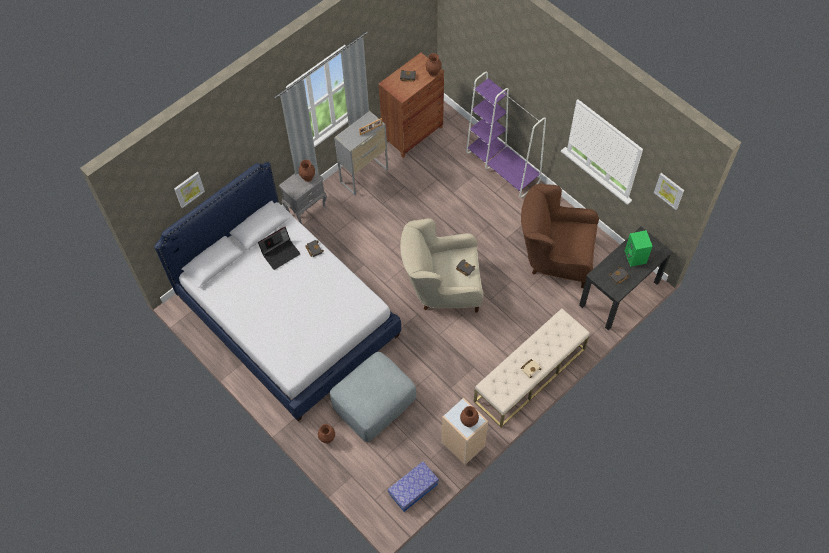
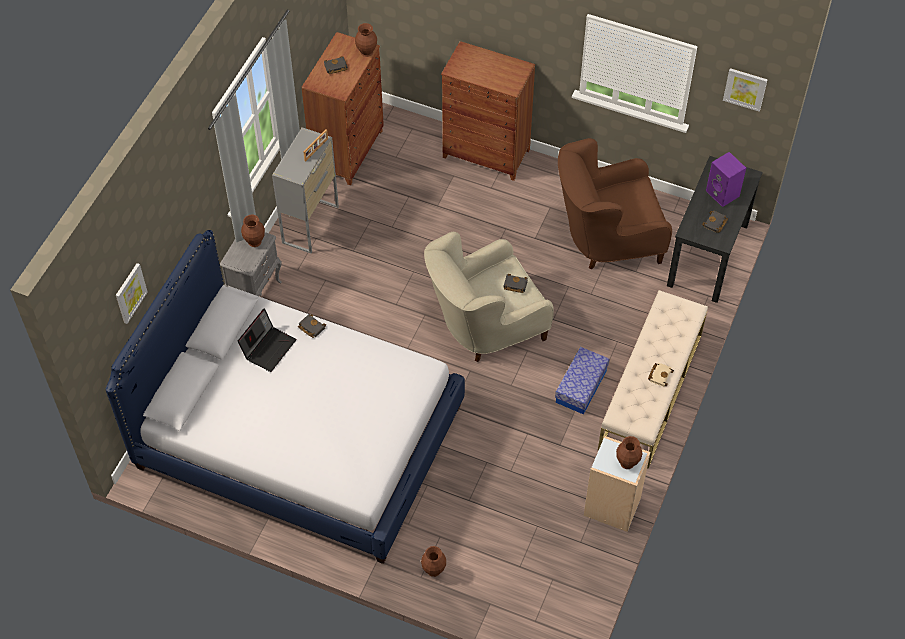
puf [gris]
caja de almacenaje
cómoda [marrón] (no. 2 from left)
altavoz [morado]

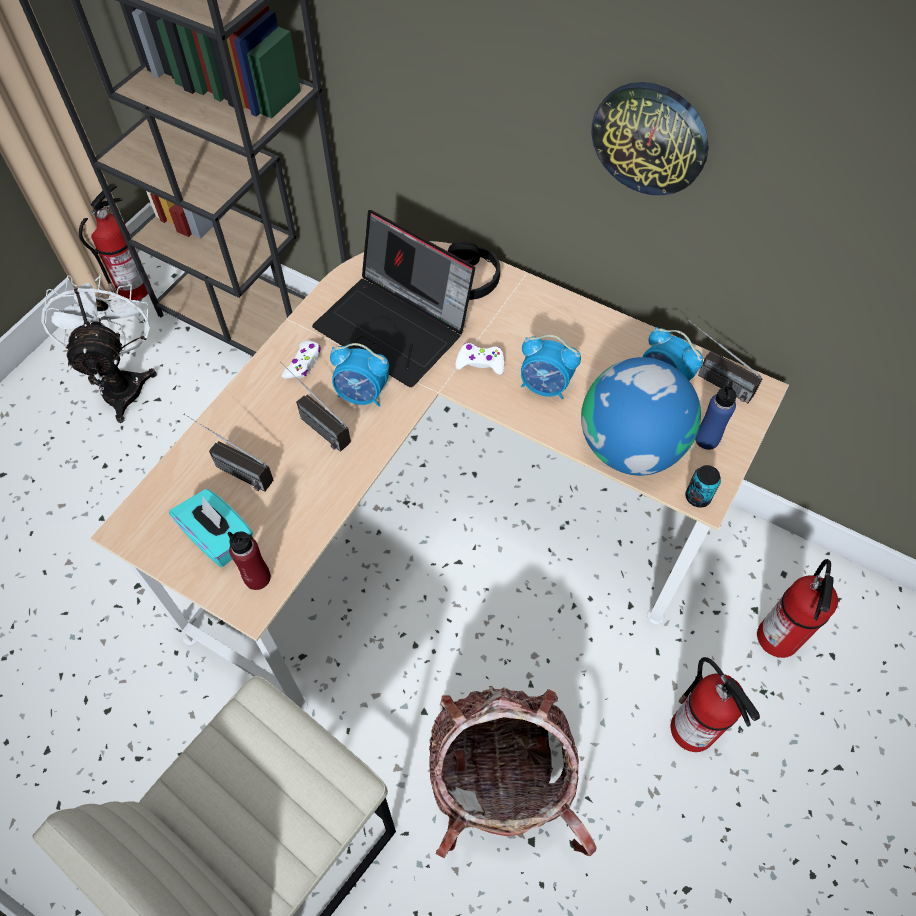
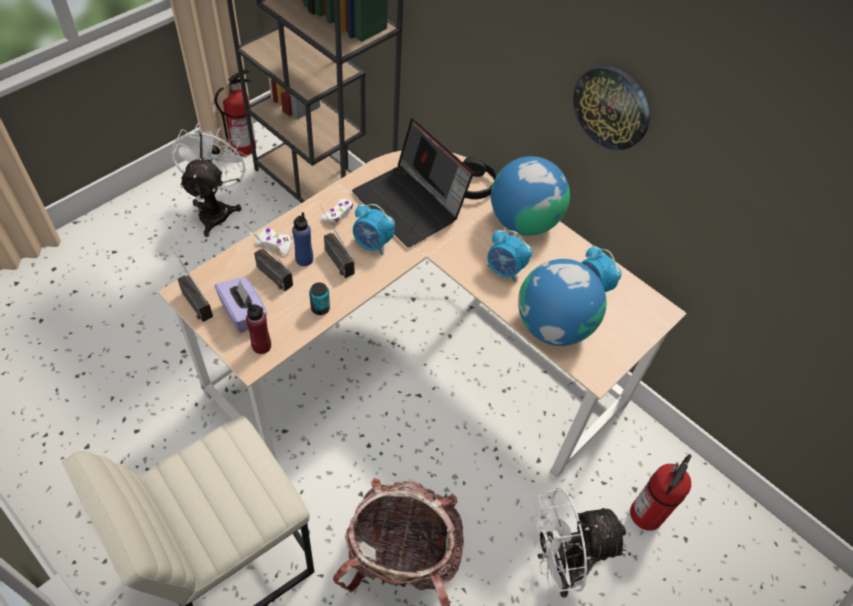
globo terráqueo (no. 1 from left)
mando de consola [blanco] (no. 1 from left)
lata
radio (no. 1 from left)
botella [azul]
ventilador [blanco] (no. 2 from left)
caja de pañuelos [morado]

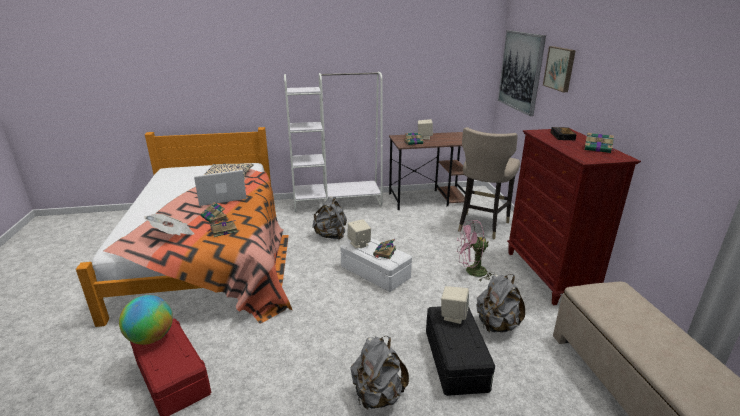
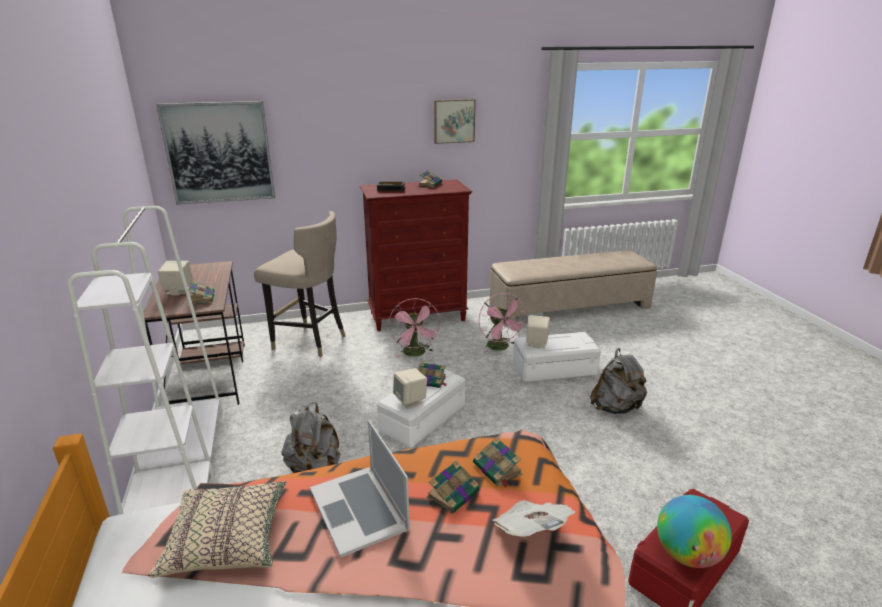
cuadro (no. 2 from left)
ventilador [rosa] (no. 2 from left)
caja de almacenaje [blanco] (no. 2 from left)

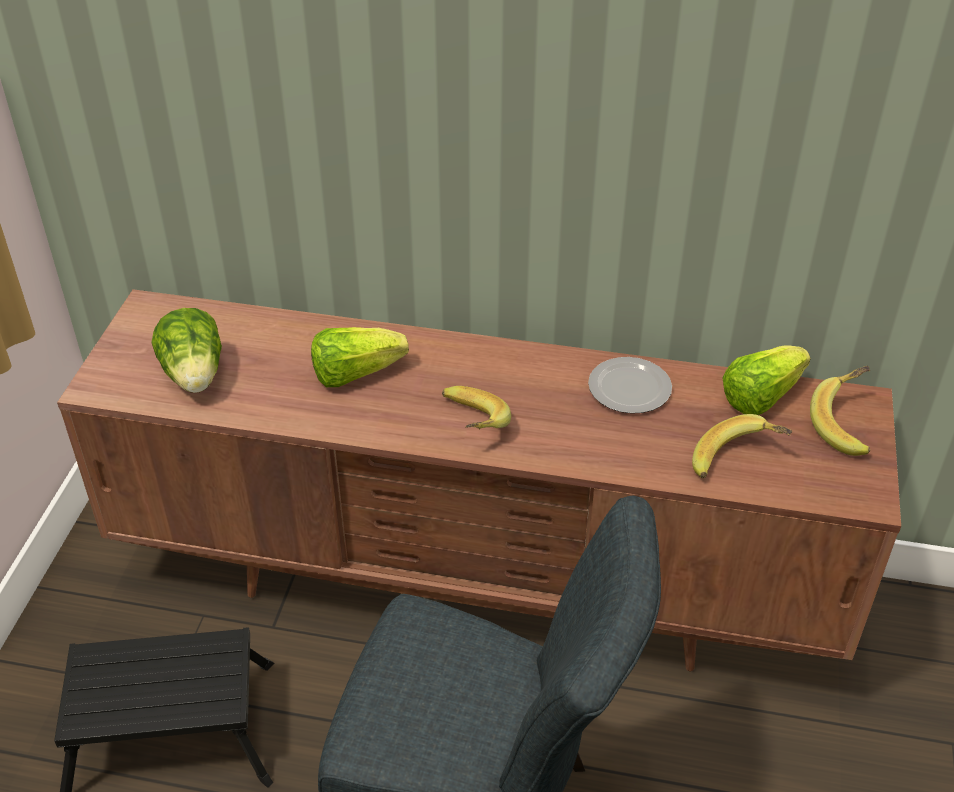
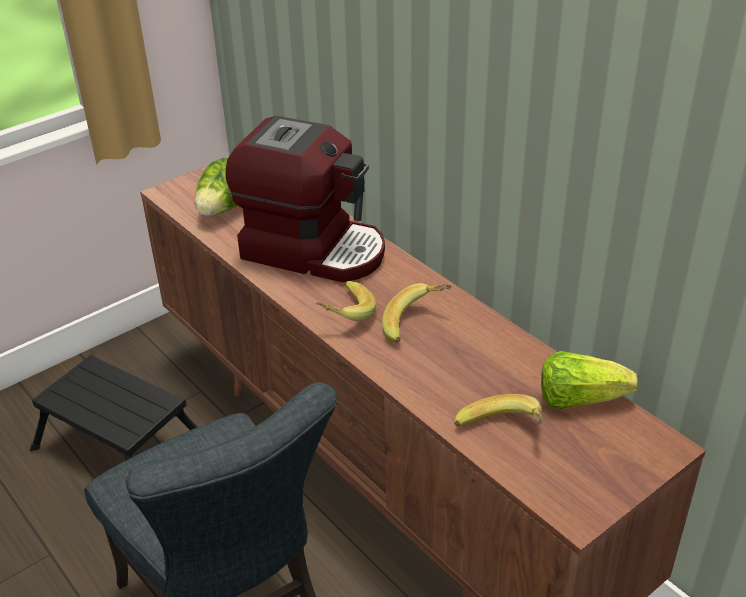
plato
plátano (no. 2 from left)
cafetera

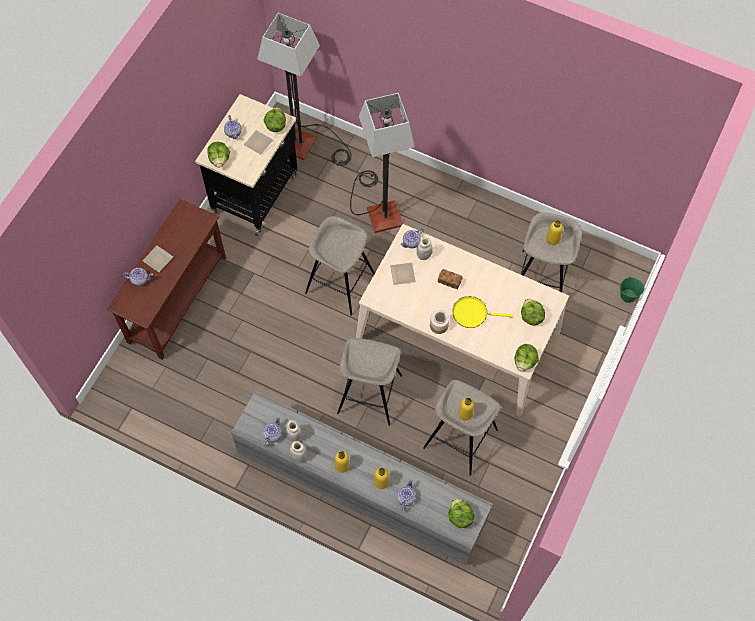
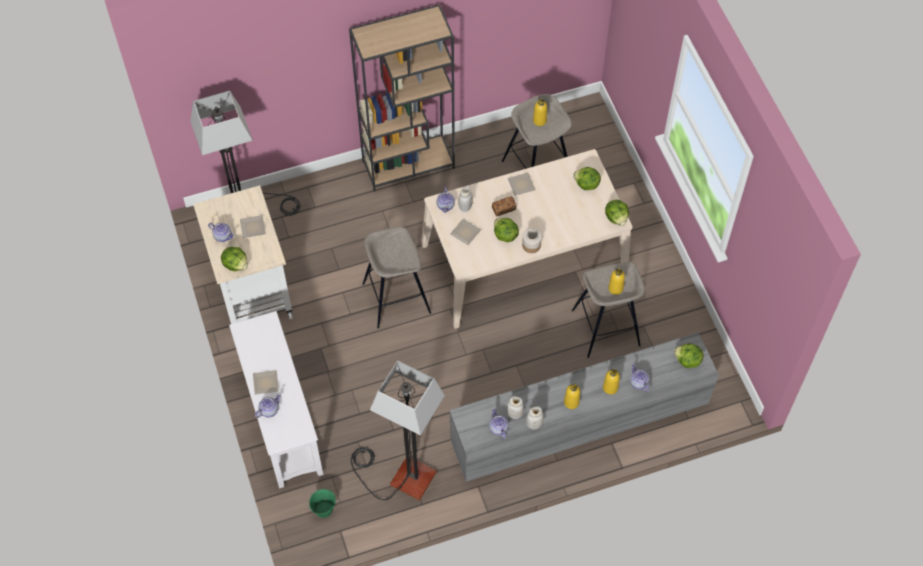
taburete [gris] (no. 2 from left in the first image)
sartén [amarillo]
estantería
plato (no. 4 from left)
lechuga (no. 2 from left)
lámpara de pie (no. 2 from left)
cubo [verde]
mesa consola [blanco]
carrito [blanco]

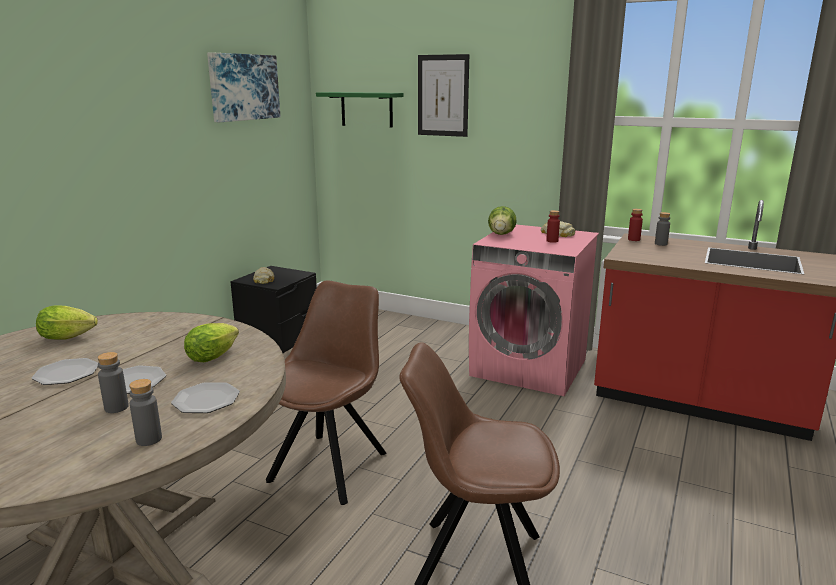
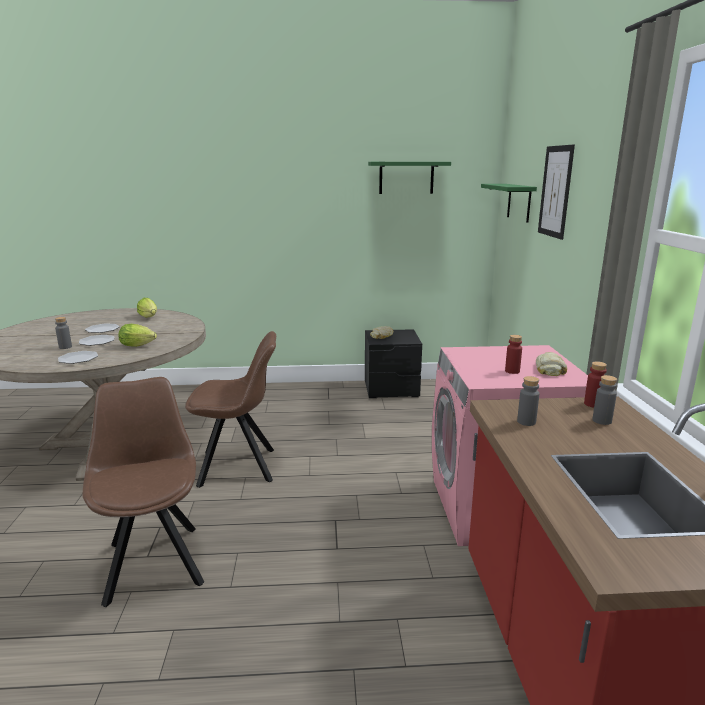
lechuga (no. 3 from left in the first image)
botella [gris] (no. 2 from left)
estante [verde] (no. 1 from left)

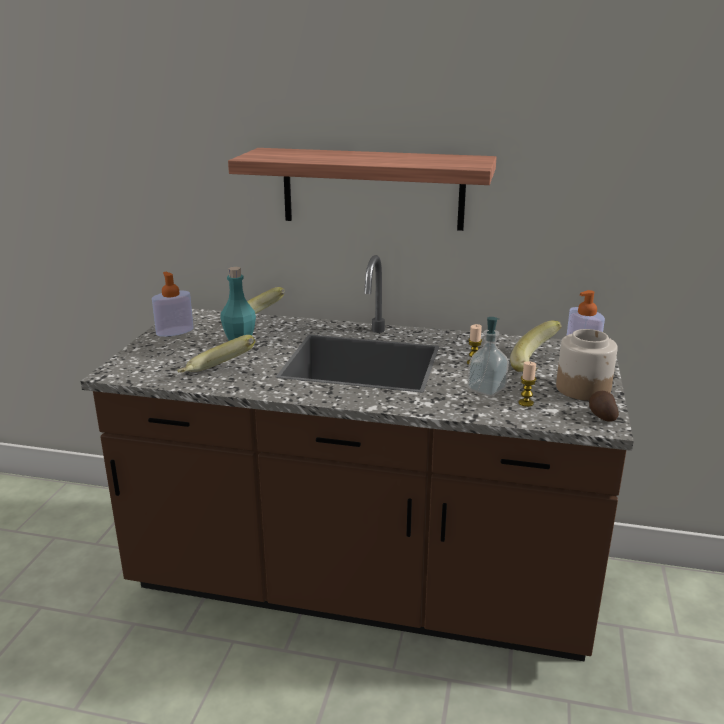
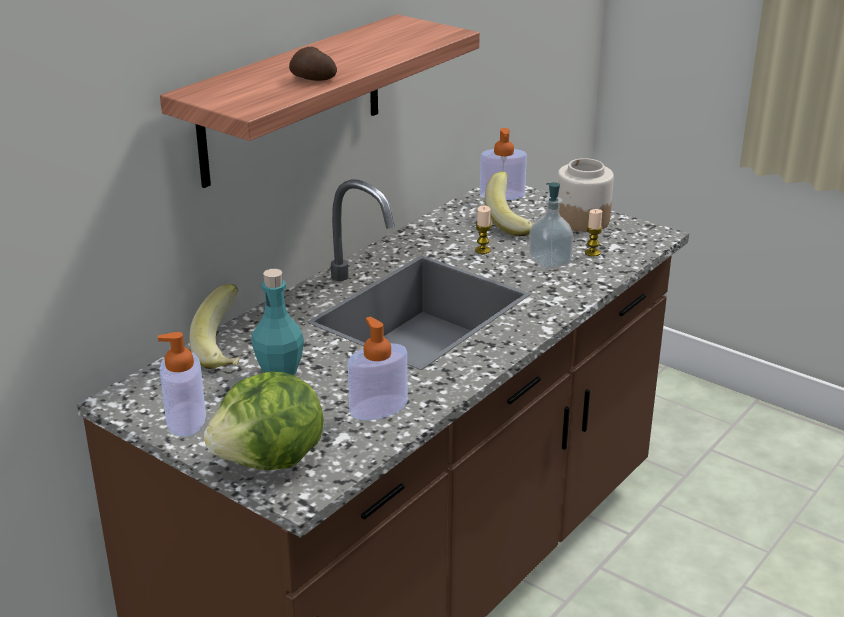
lechuga
patata
dispensador de jabón (no. 2 from left)

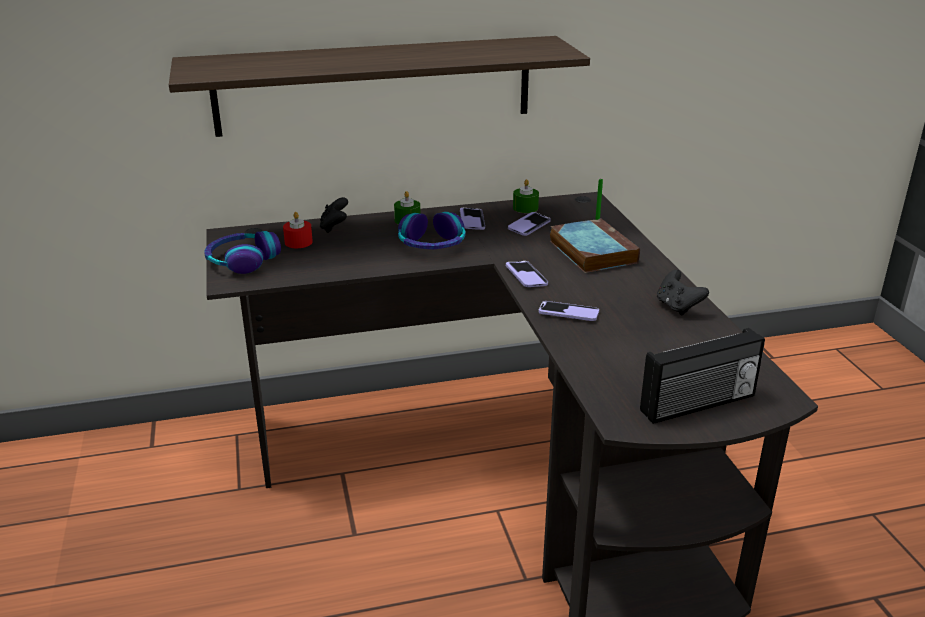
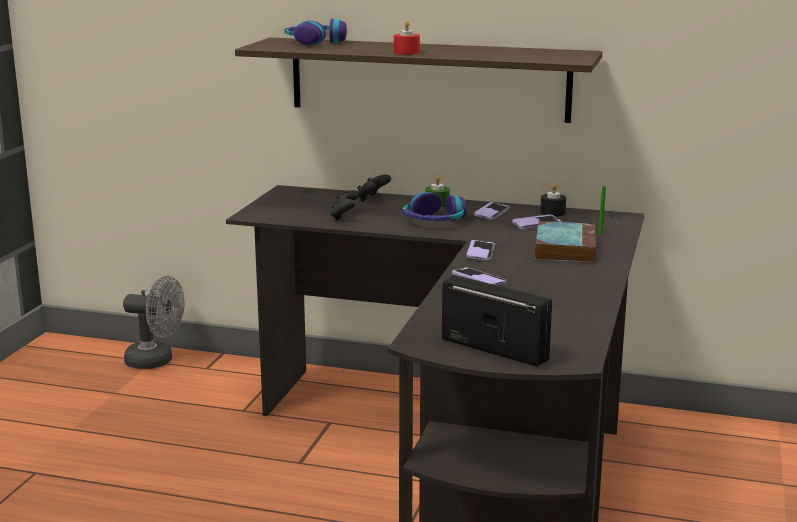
ventilador [gris]
auriculares (no. 1 from left)
vela [rojo]
mando de consola [negro] (no. 1 from left)
vela [negro]
radio

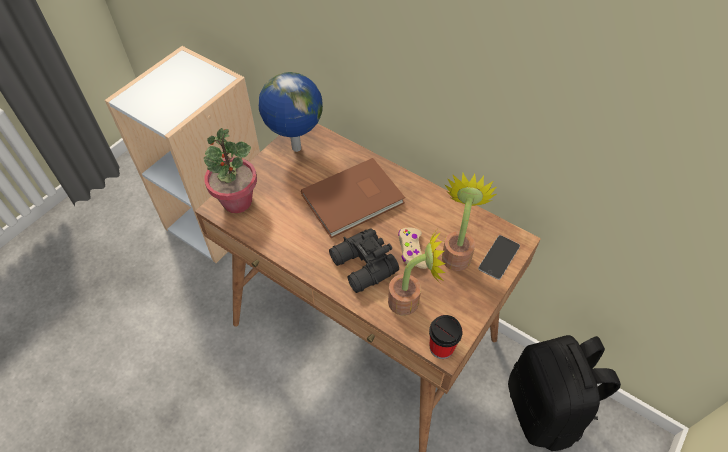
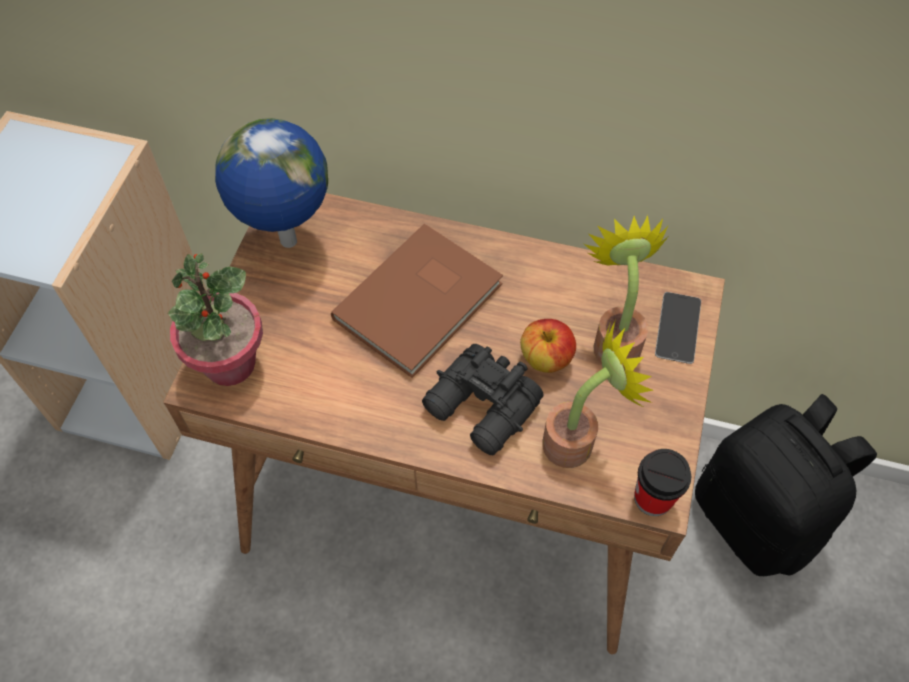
manzana

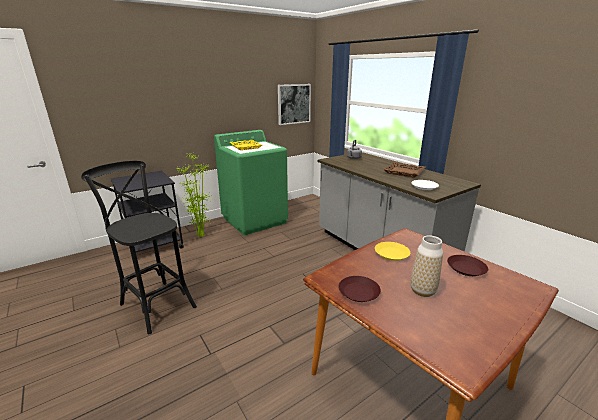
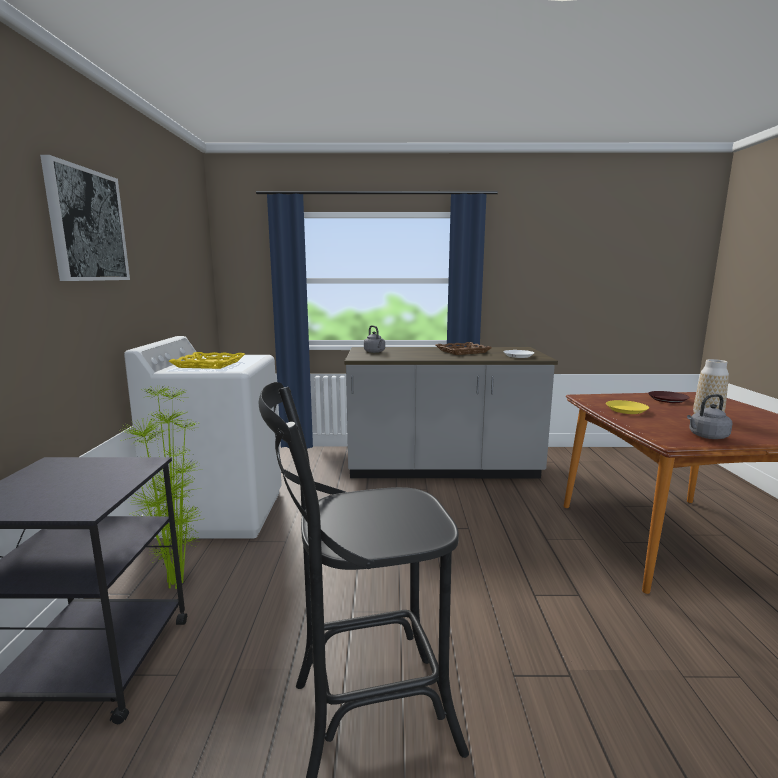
cuadro
hervidor [gris] (no. 2 from left)
lavadora [blanco]

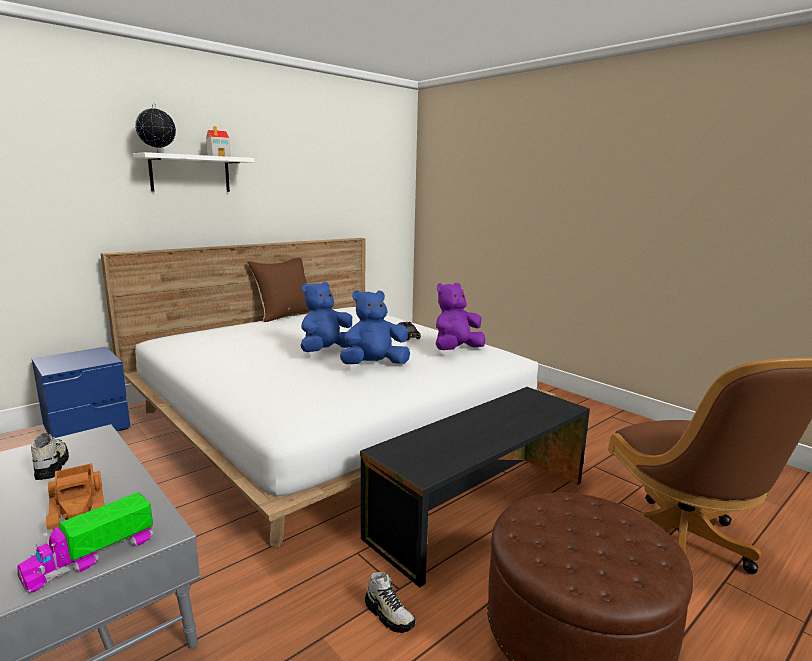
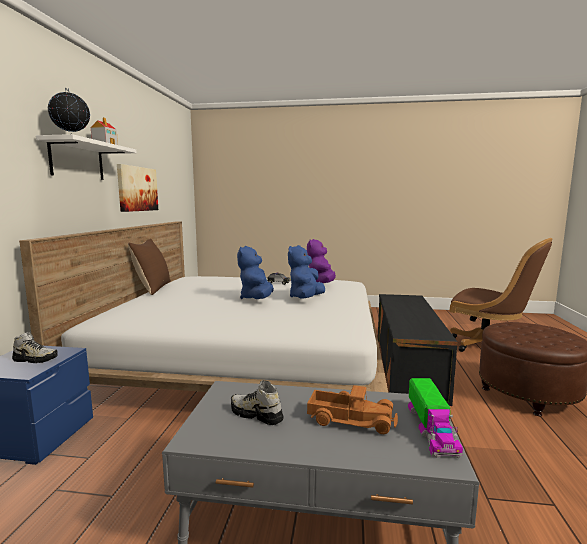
cuadro
zapato (no. 1 from left)

